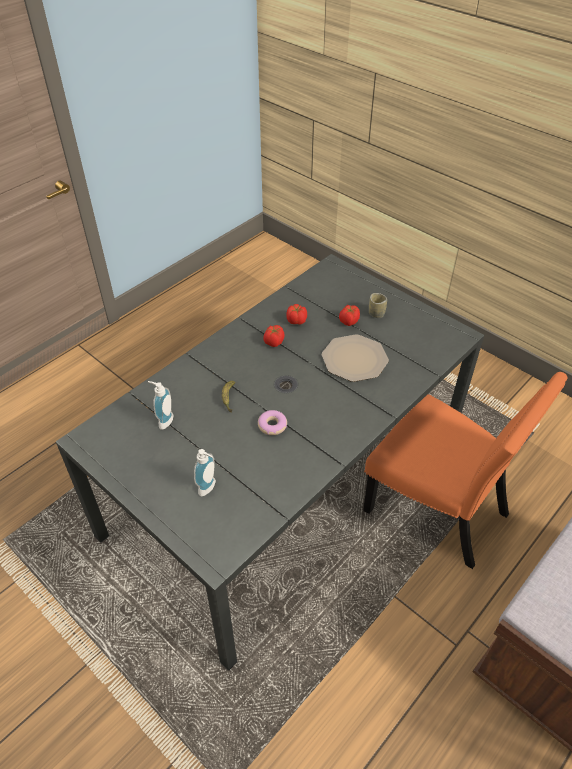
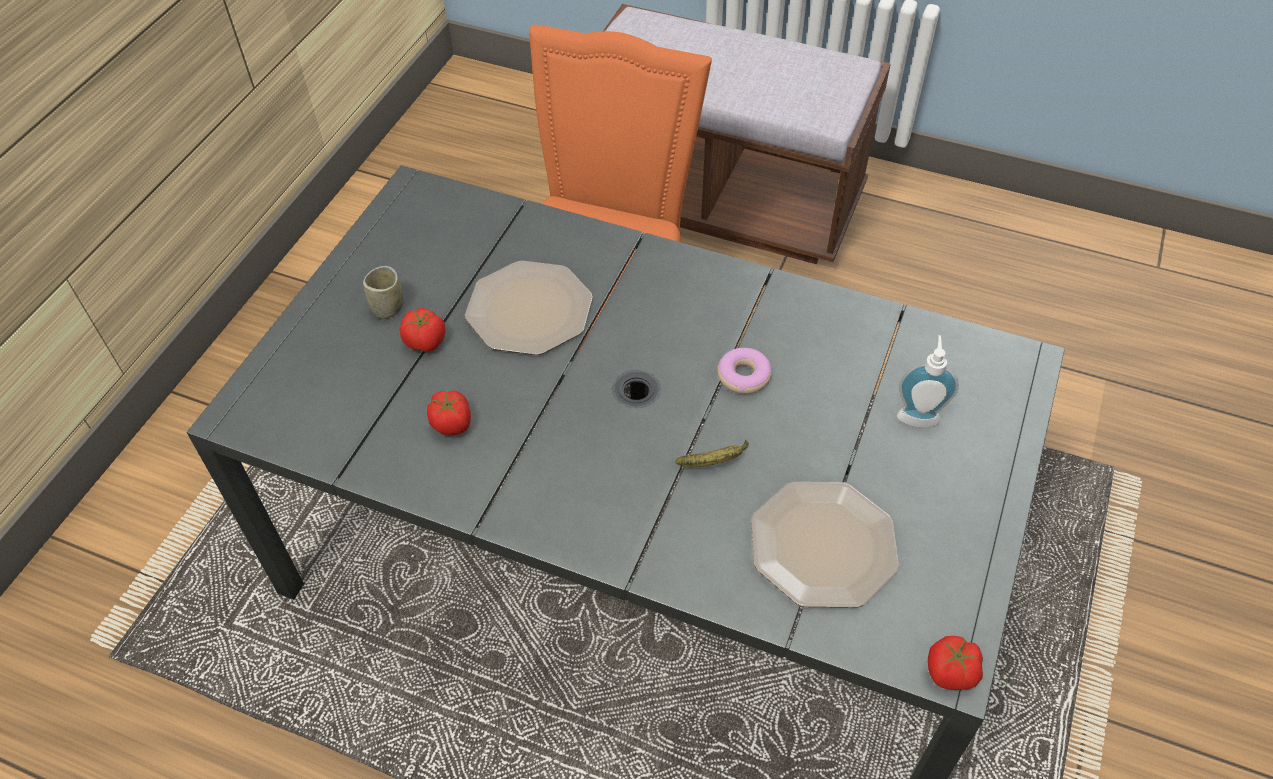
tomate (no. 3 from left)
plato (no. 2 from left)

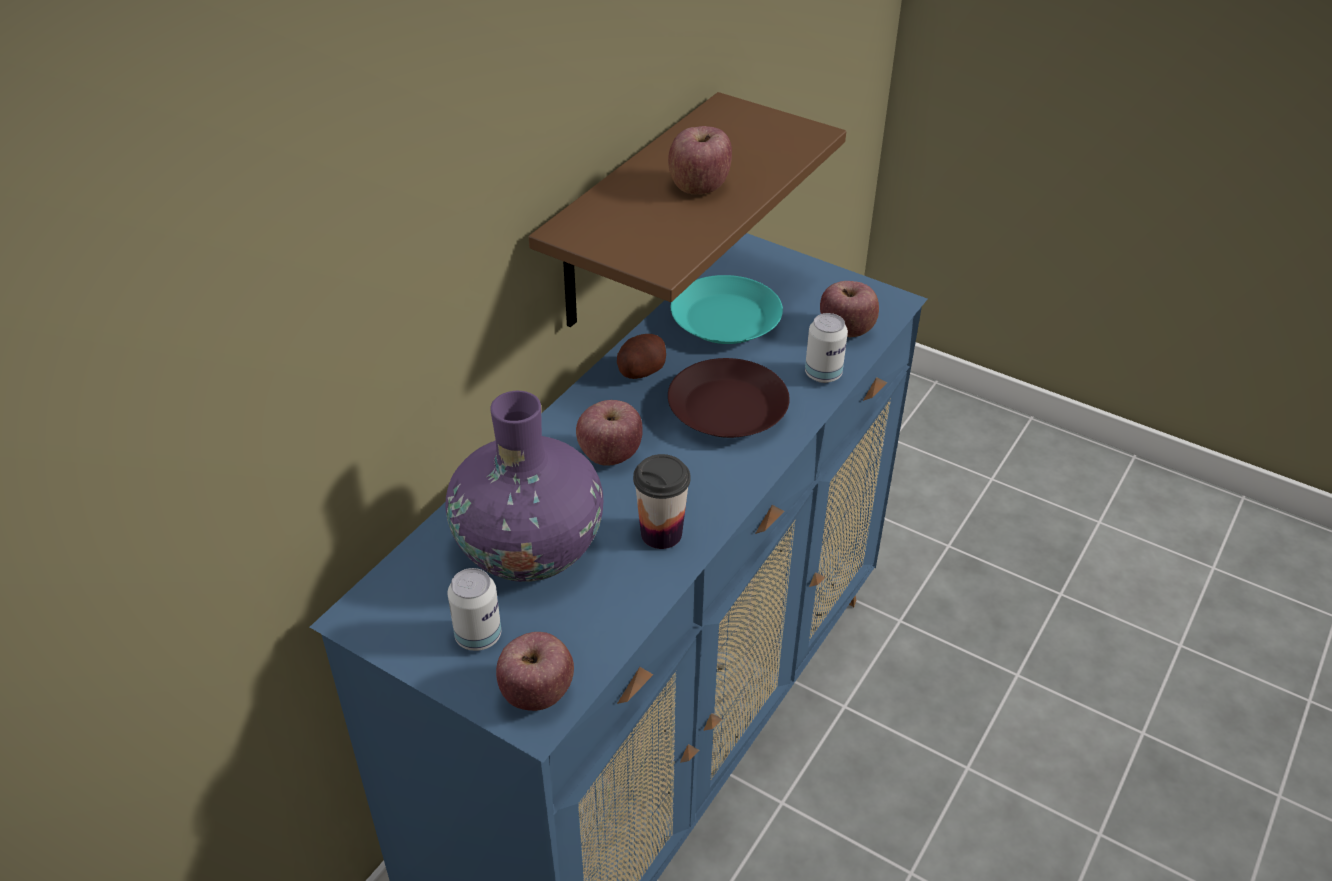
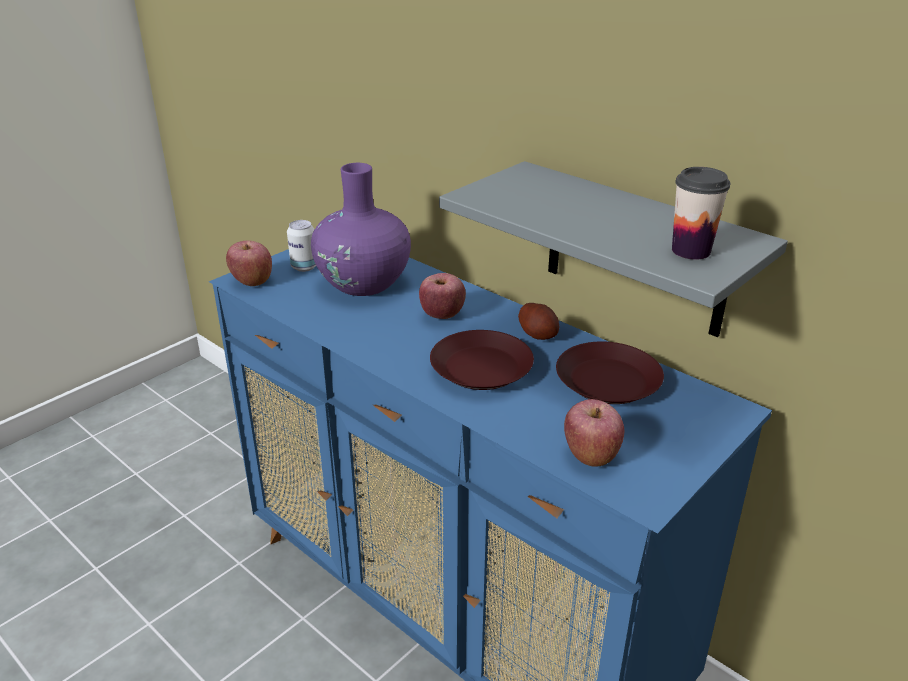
manzana (no. 3 from left in the first image)
lata (no. 2 from left in the first image)
taza
estante [gris]
plato [marrón] (no. 2 from left)

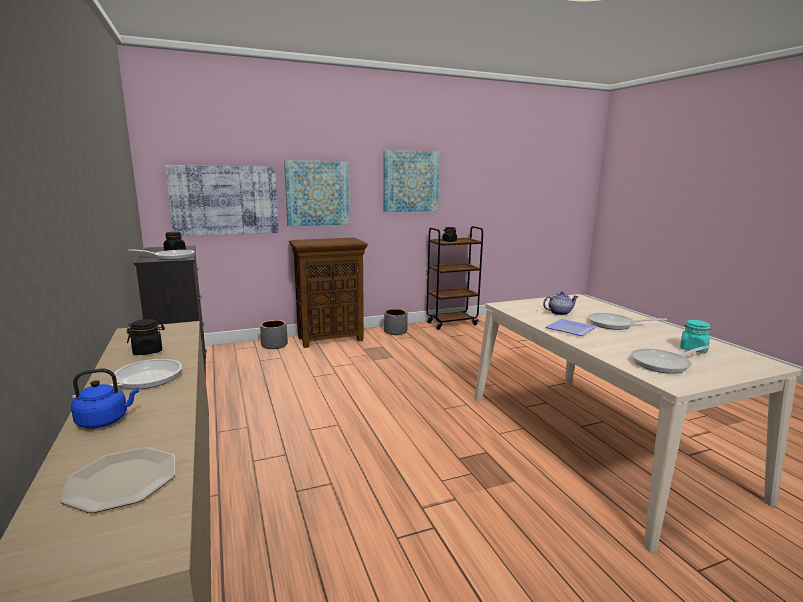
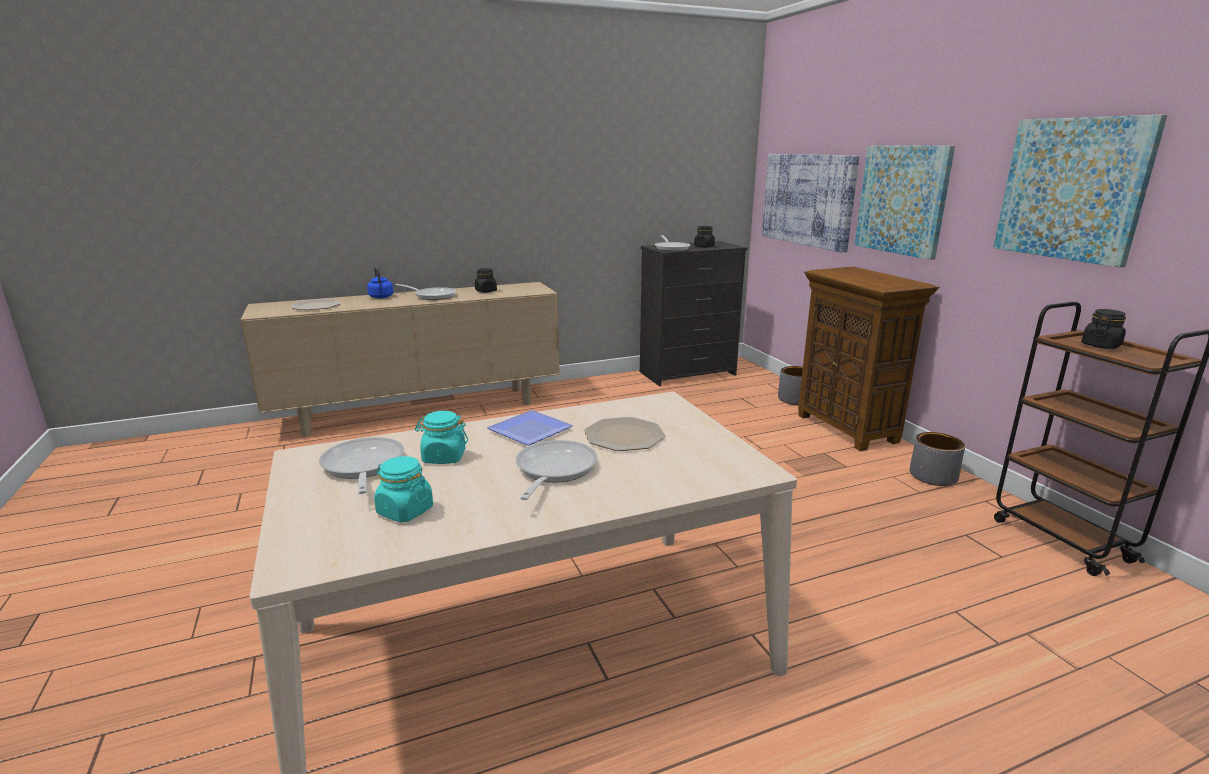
tarro [turquesa] (no. 2 from left)
plato (no. 3 from left)

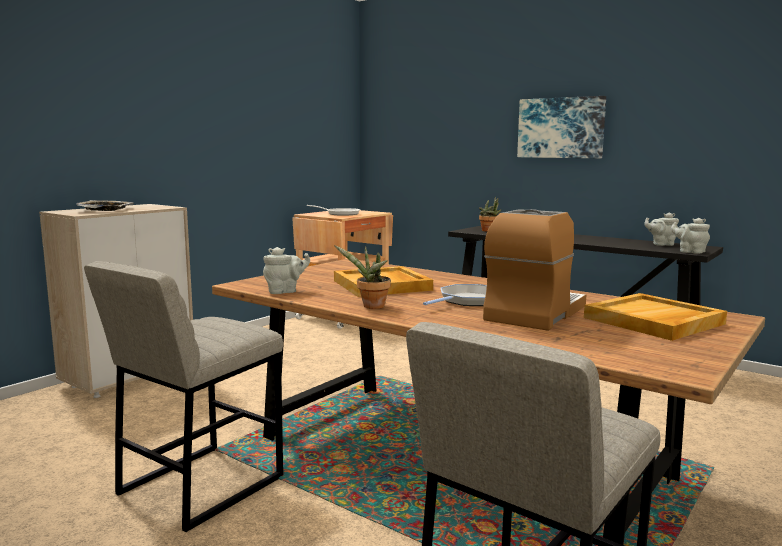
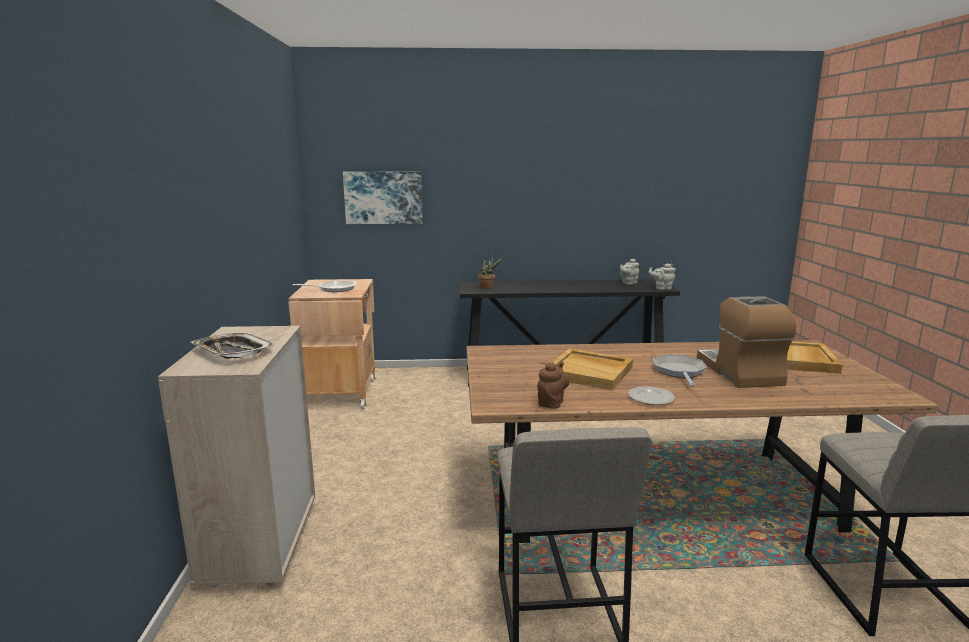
cuadro
plato
tetera [marrón]

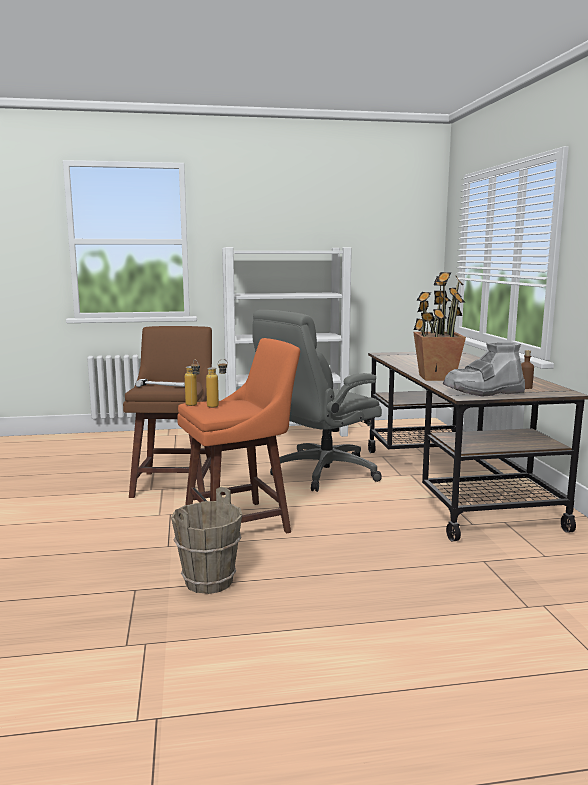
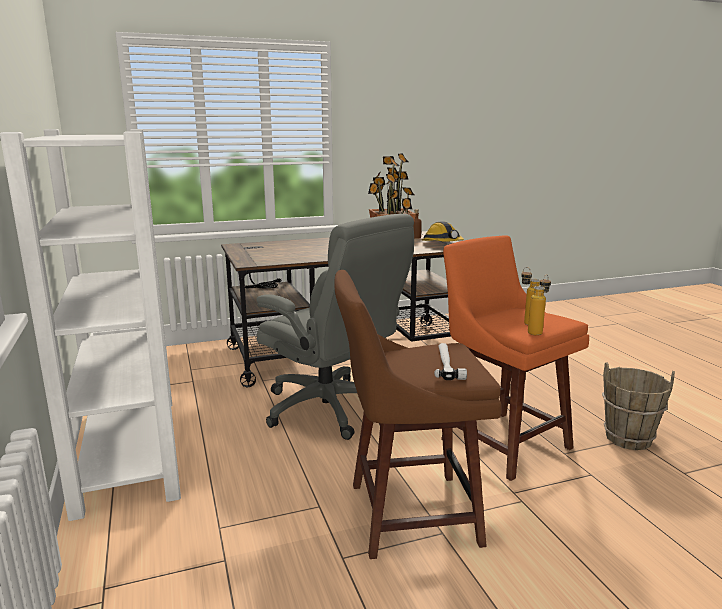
casco

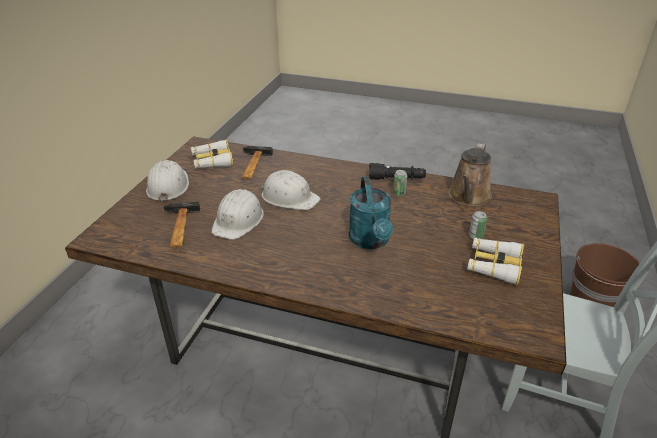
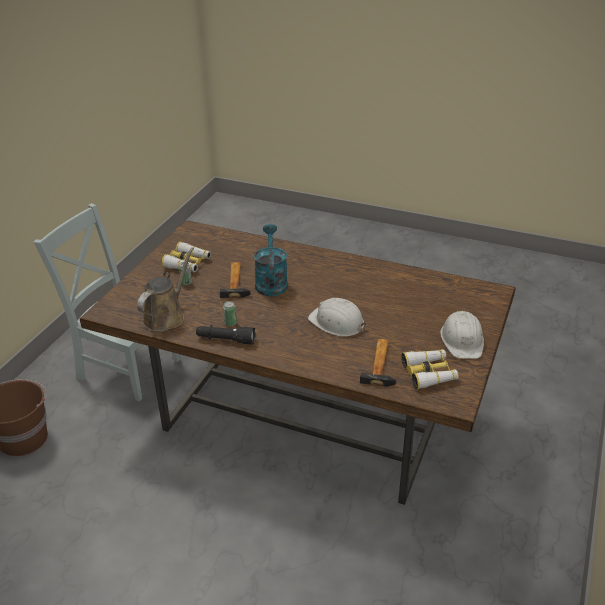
casco [blanco] (no. 2 from left in the first image)
martillo (no. 1 from left)

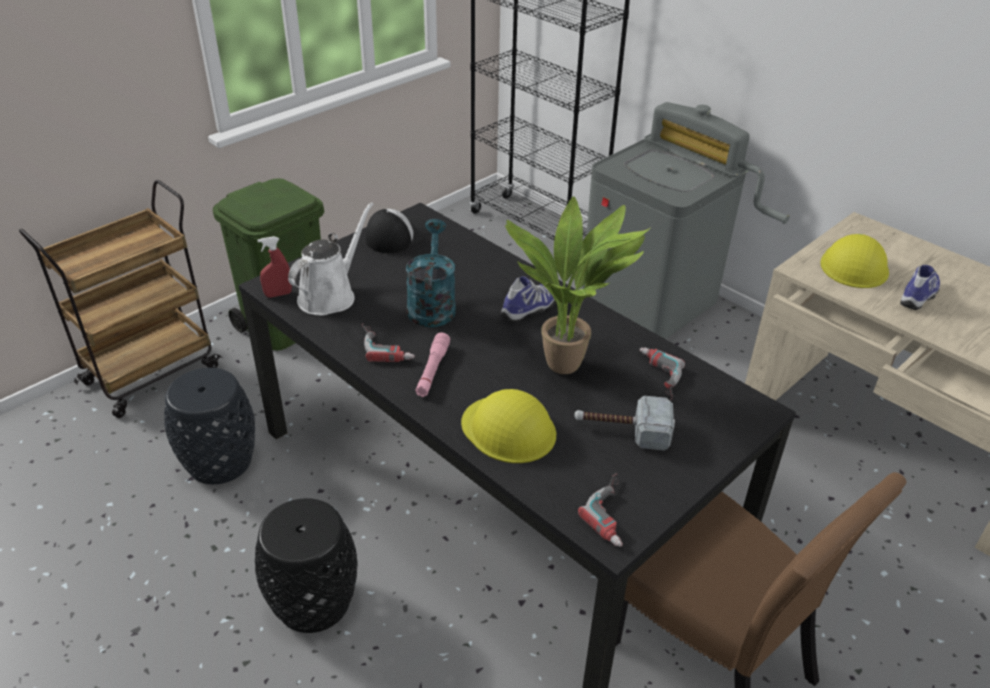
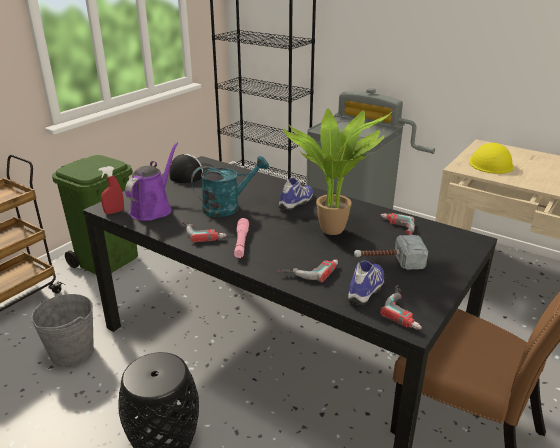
zapato (no. 2 from left)
cubo [gris]
taladro (no. 2 from left)
regadera [morado]
regadera [turquesa]

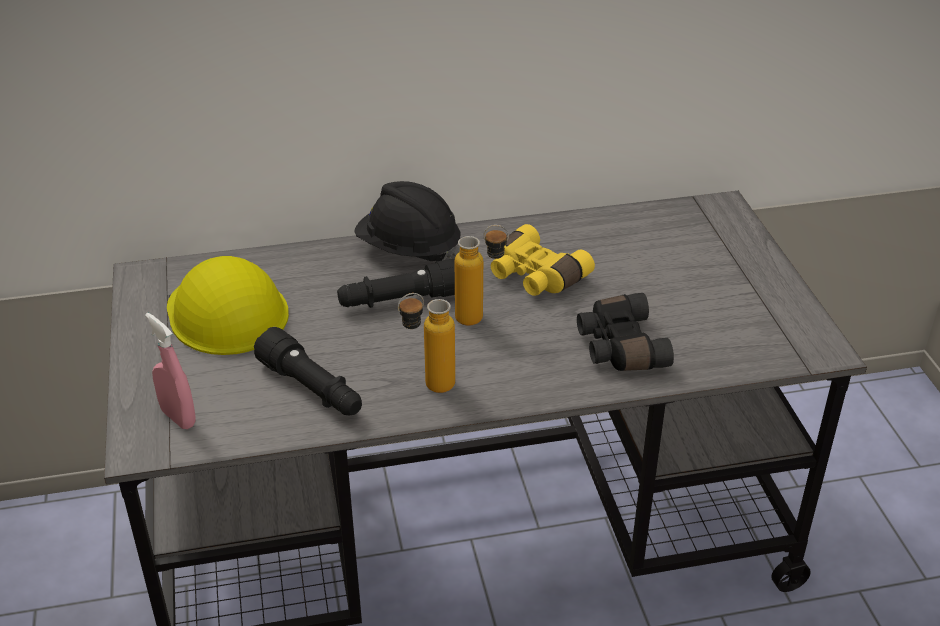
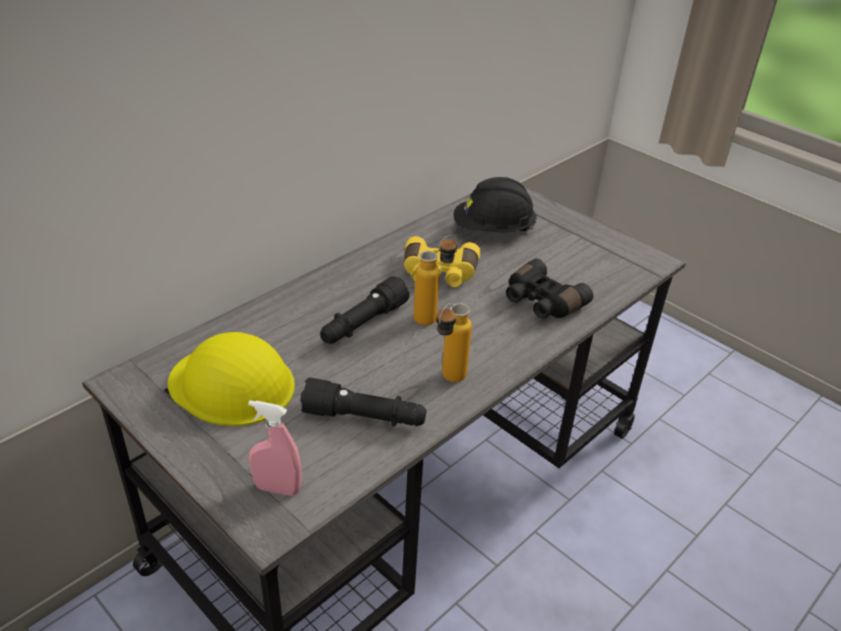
casco [negro]

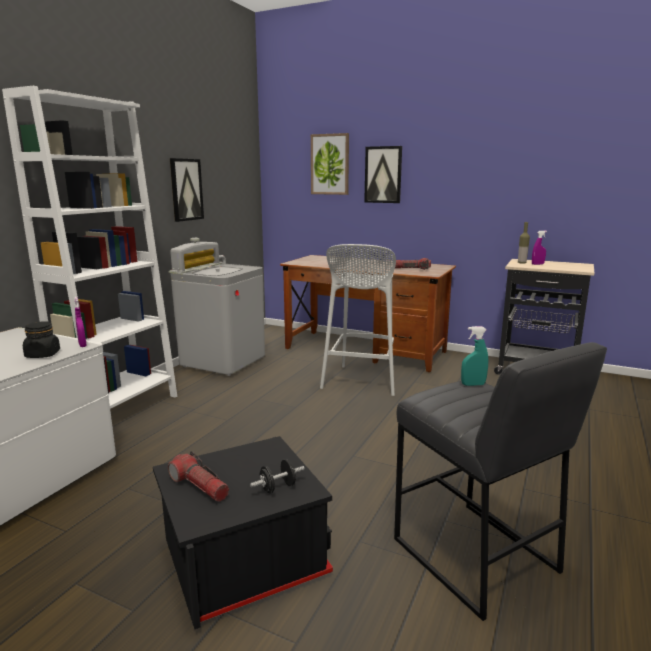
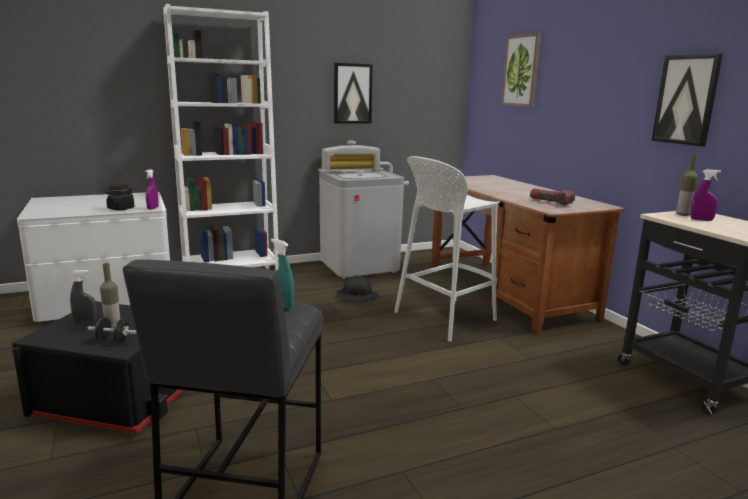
botella (no. 1 from left)
casco [negro]
cuadro (no. 3 from left)
pulverizador [gris]

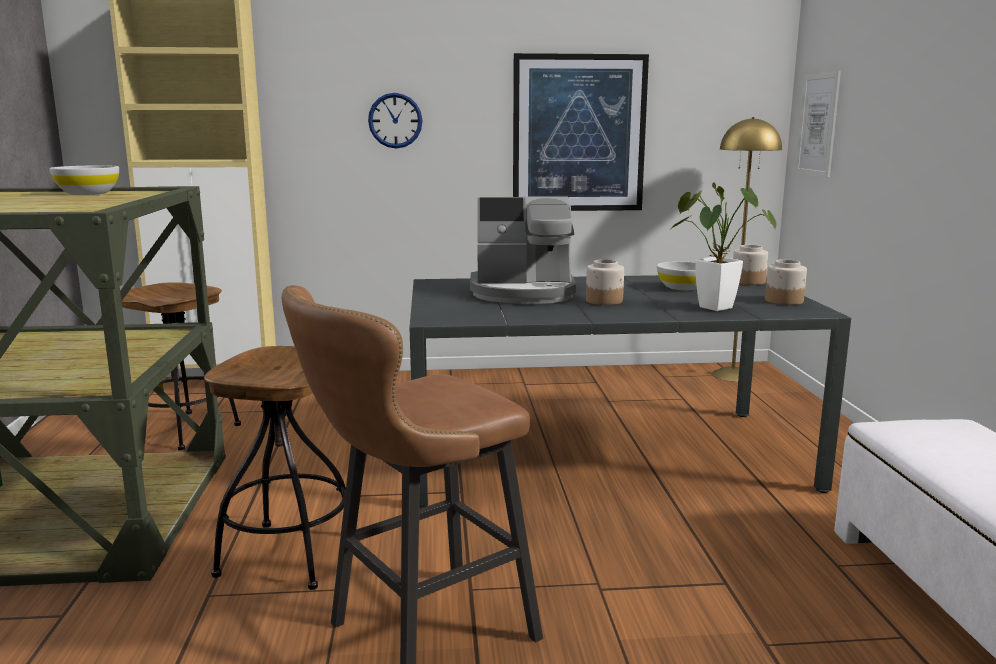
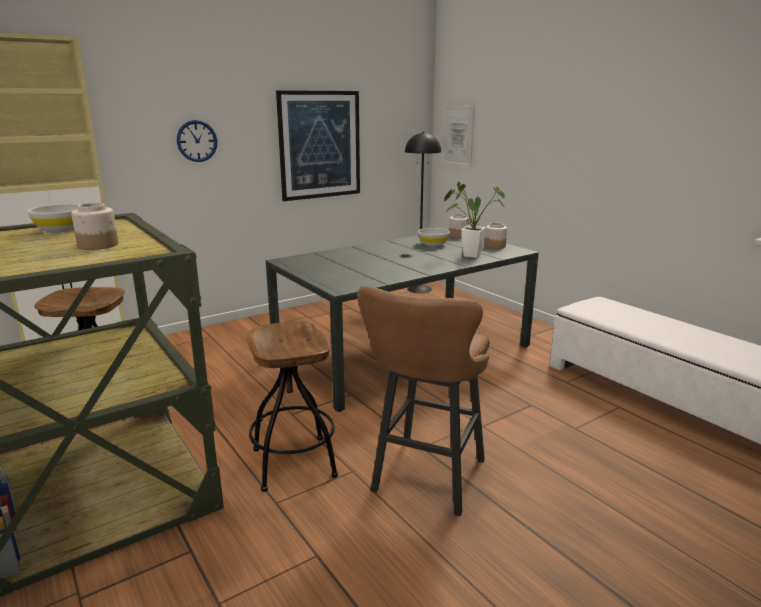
cafetera
tarro (no. 1 from left)
lámpara de pie [negro]

